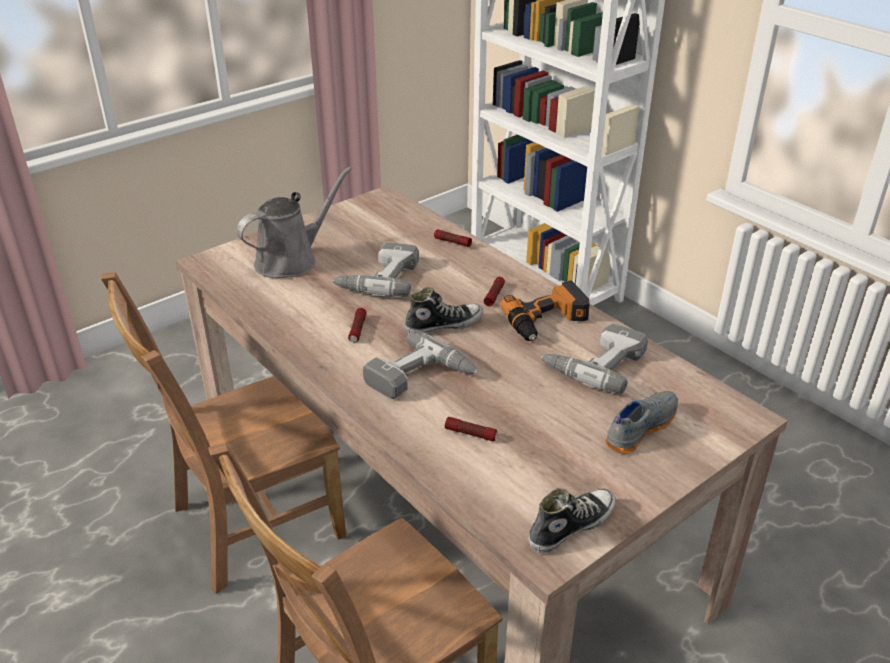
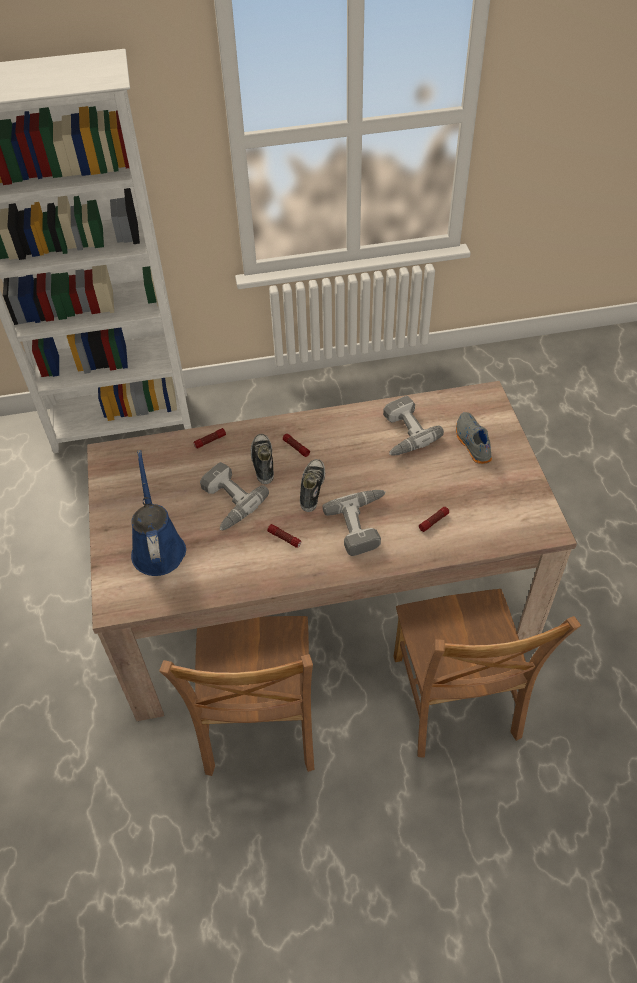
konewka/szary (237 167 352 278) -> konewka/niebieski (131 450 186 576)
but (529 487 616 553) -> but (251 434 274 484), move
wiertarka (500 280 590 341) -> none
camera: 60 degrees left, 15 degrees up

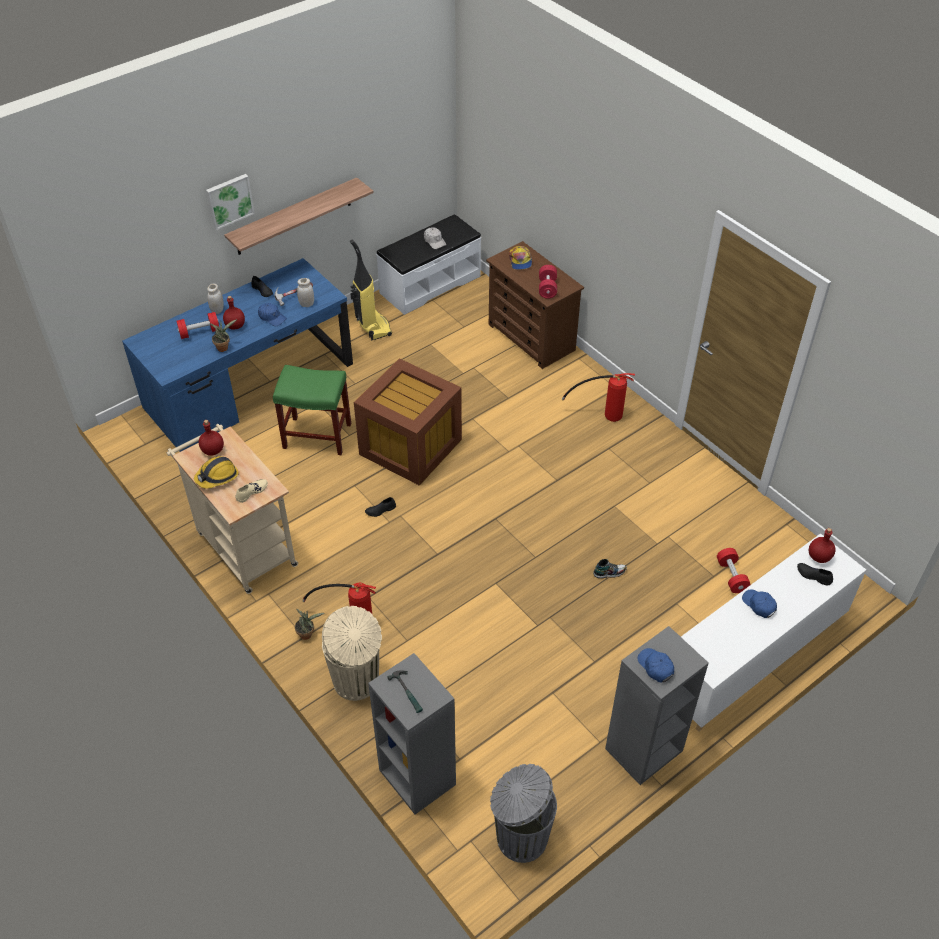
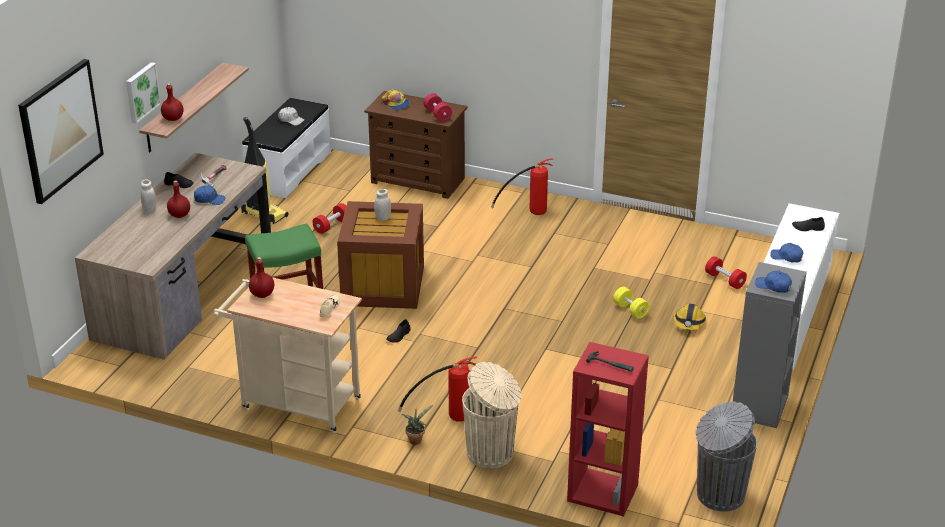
none -> obraz (18 59 104 204)
biurko/niebieski (122 258 353 452) -> biurko/brązowy (75 153 271 360)
butelka/czerwony (809 528 835 563) -> butelka/czerwony (161 83 184 121), move
hantel/czerwony (177 312 219 339) -> hantel/czerwony (312 203 346 234), move
słoik/biały (297 278 314 307) -> słoik/biały (374 189 391 221), move
regał/szary (368 653 456 814) -> regał/czerwony (567 342 649 516)
but (593 559 627 578) -> hantel/żółty (613 287 650 319)
kask (194 456 239 489) -> kask (673 304 707 330), move
roślina doniczkowa (210 319 237 352) -> none
camera: 30 degrees left, 15 degrees down

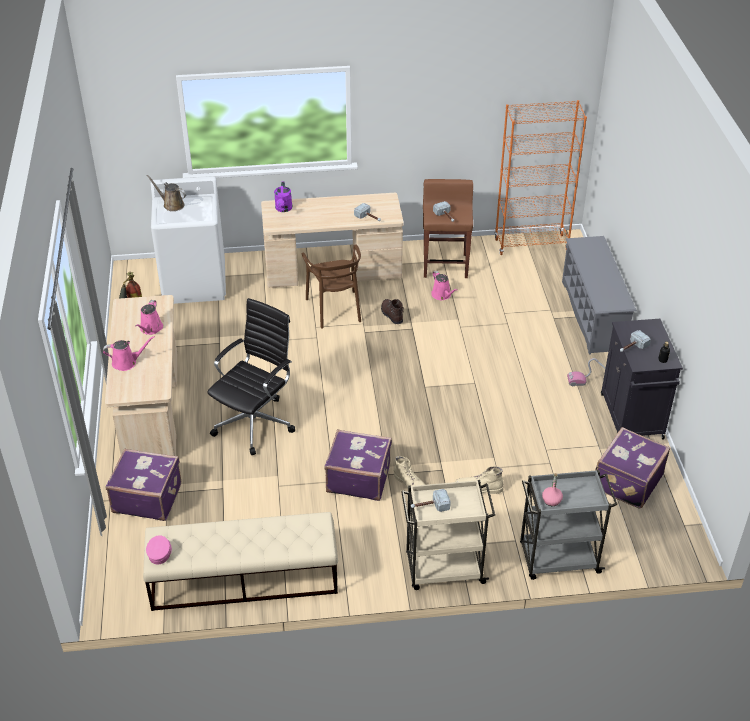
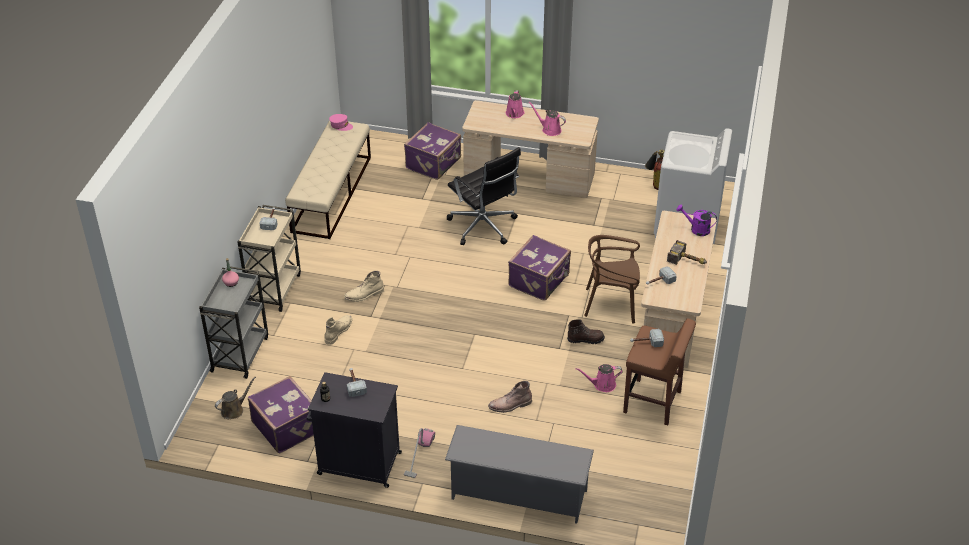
konewka/brązowy (146 175 186 211) -> konewka/brązowy (215 377 256 419), move
none -> but z cholewką/brązowy (488 381 532 413)
walizka/fioletowy (324 429 392 501) -> walizka/fioletowy (508 235 571 301), move
none -> młotek (667 240 707 265)
regał/pomarańczowy (495 100 587 255) -> none
camera: 110 degrees right, 0 degrees up

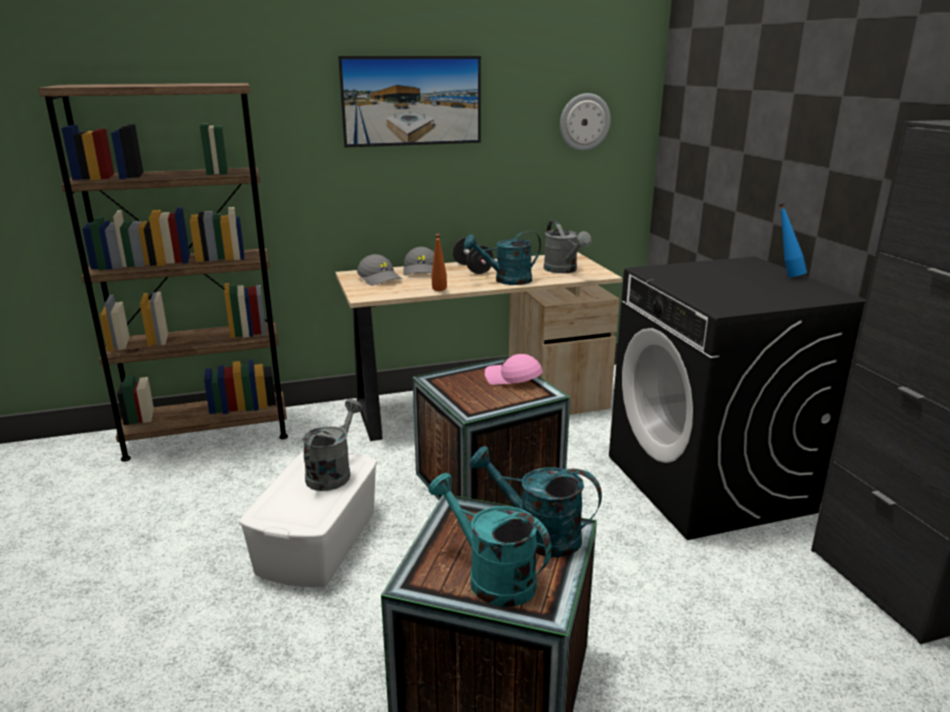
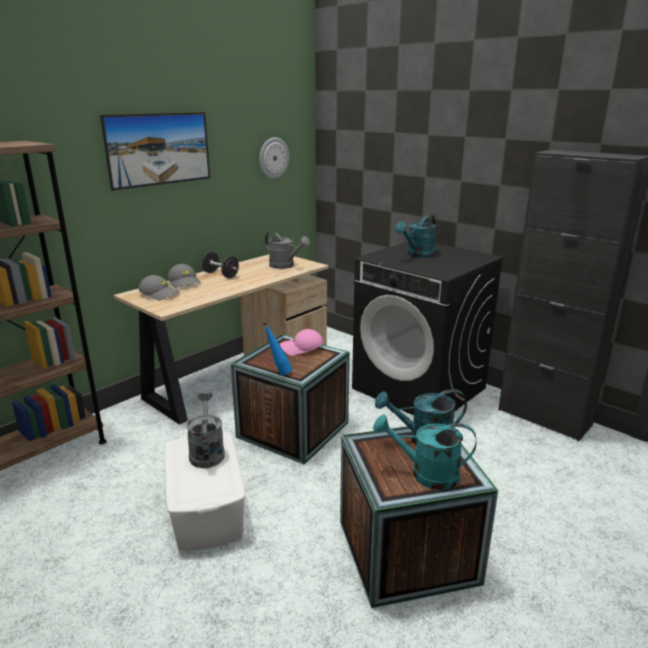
butelka/niebieski (779 203 807 277) -> butelka/niebieski (263 322 292 375), move
konewka/turkusowy (464 231 541 285) -> konewka/turkusowy (395 215 436 258), move
butelka/pomarańczowy (431 233 447 291) -> none
camera: 30 degrees left, 0 degrees up

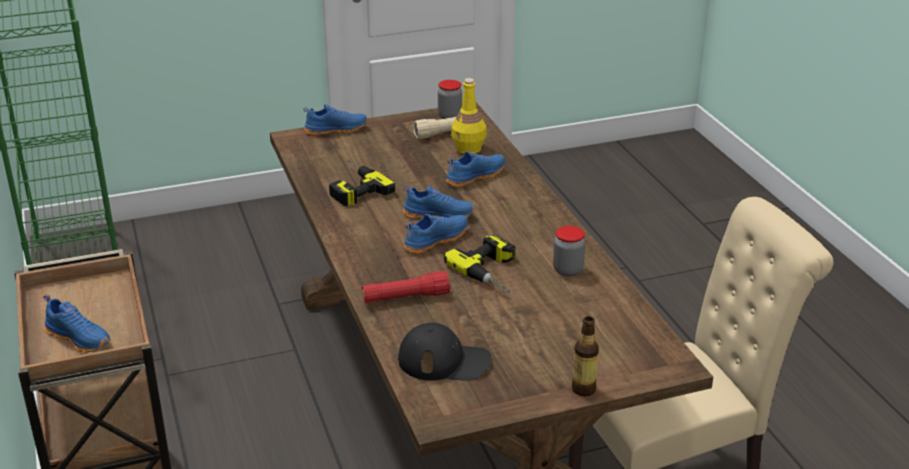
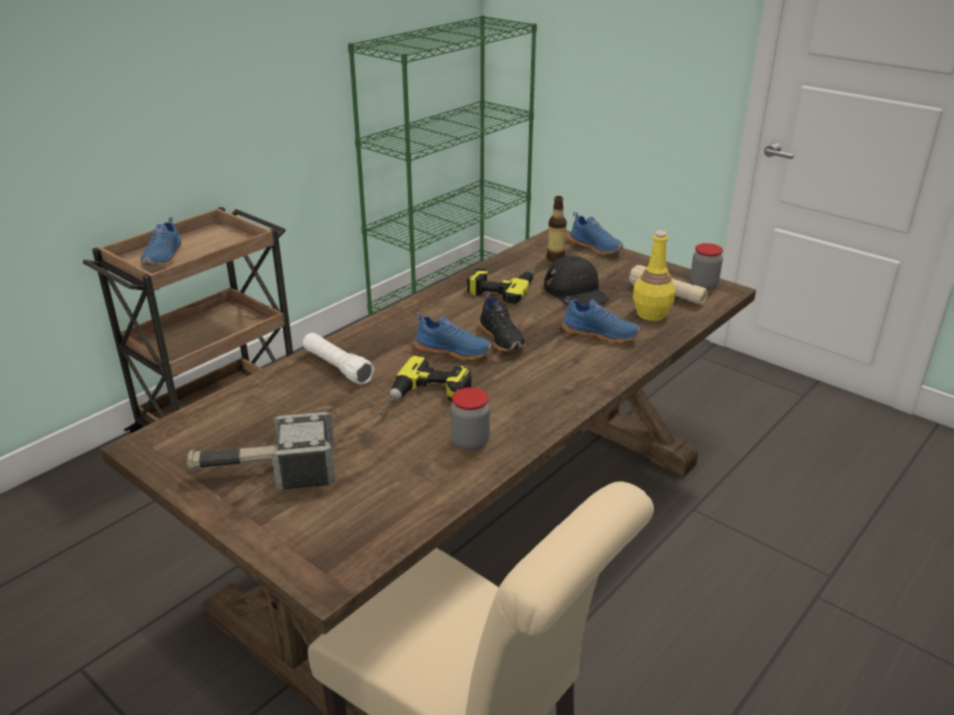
none -> młotek (187 412 335 490)
latarka/czerwony (362 271 451 303) -> latarka/biały (303 333 375 385)
but/niebieski (403 185 474 218) -> but/czarny (479 292 525 351)
czapka z daszkiem/czarny (398 323 492 381) -> czapka z daszkiem/czarny (544 256 609 306), move
butelka (572 316 599 396) -> butelka (547 196 567 262), move
camera: 60 degrees right, 0 degrees up

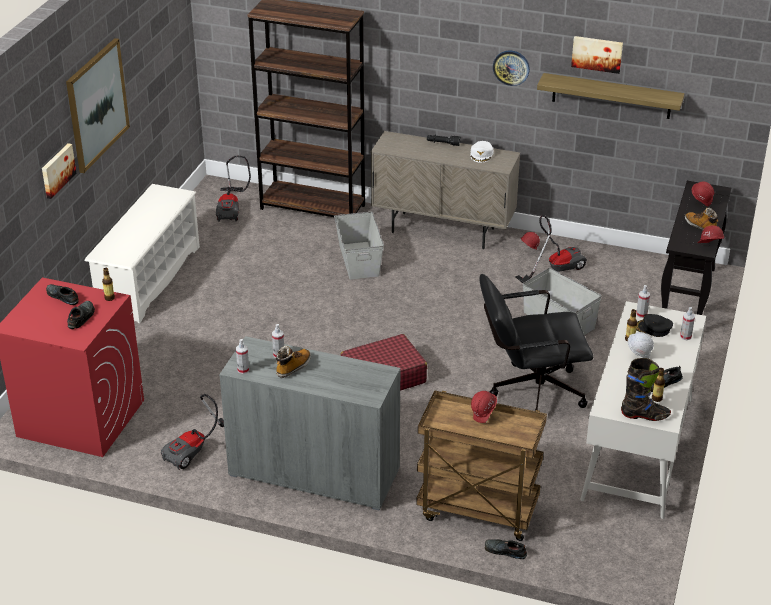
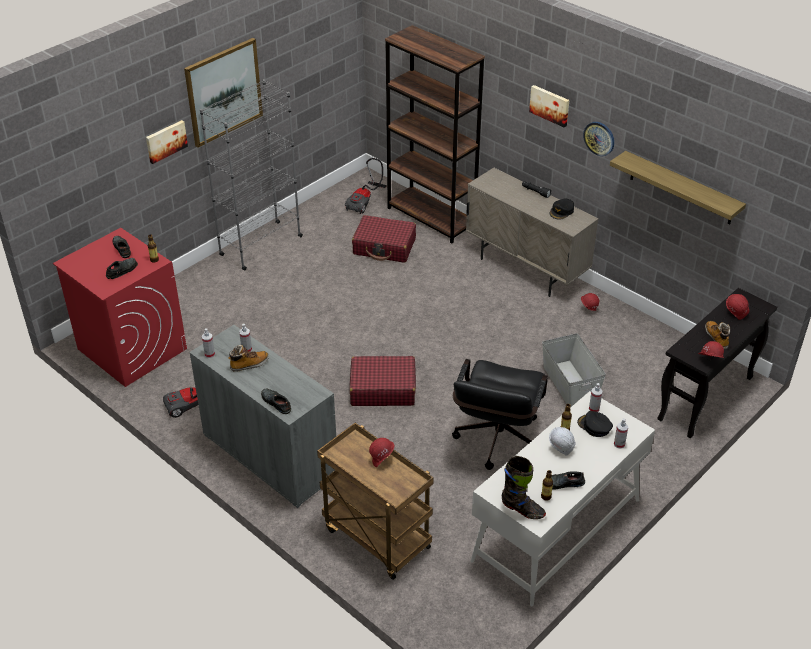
regał na buty/biały (85 184 200 323) -> regał/szary (200 79 303 271)
but/czarny (485 539 527 559) -> but/czarny (261 388 291 414), move
none -> walizka/czerwony (352 215 416 263)
krzesło biurowe/czarny (479 274 593 411) -> krzesło biurowe/czarny (452 359 548 470), 90 degrees counterclockwise
obraz (571 36 623 74) -> obraz (529 85 569 127), move
czapka z daszkiem/biały (470 141 494 163) -> czapka z daszkiem/czarny (549 198 574 220)
pojemnik do przechowywania/szary (334 212 384 280) -> none
odkurzacz (515 215 587 283) -> none
camera: 25 degrees right, 5 degrees up

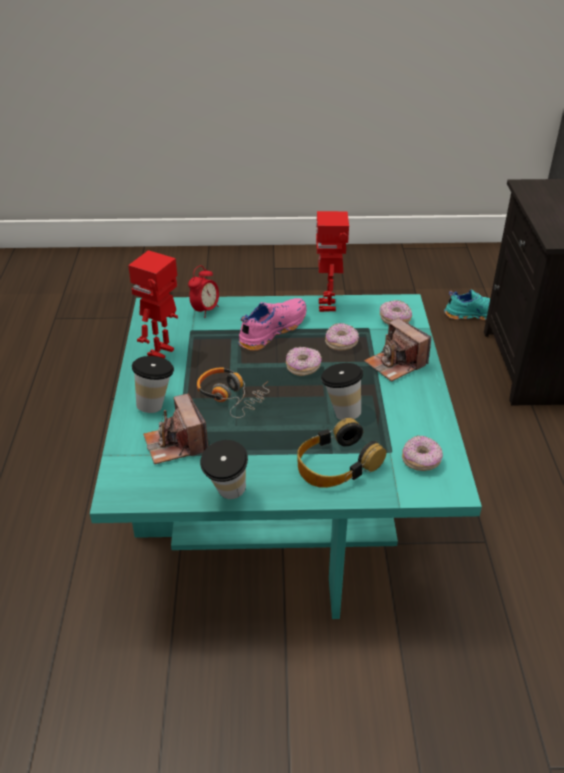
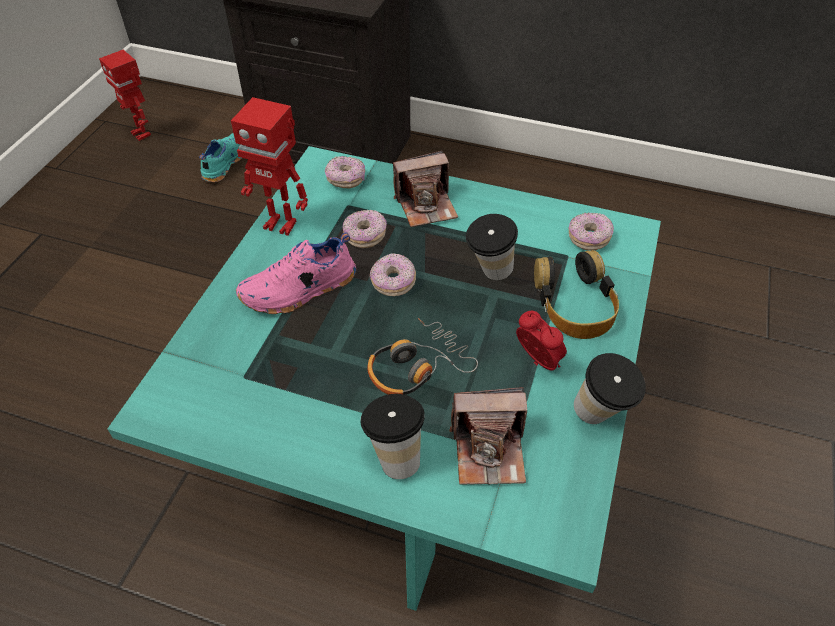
robot zabawkowy (128 250 178 359) -> robot zabawkowy (99 50 151 141), move
but/różowy (238 298 306 351) -> but/różowy (236 233 356 314), 90 degrees counterclockwise
budzik (188 265 219 318) -> budzik (516 311 567 371), move
camera: 70 degrees left, 10 degrees up

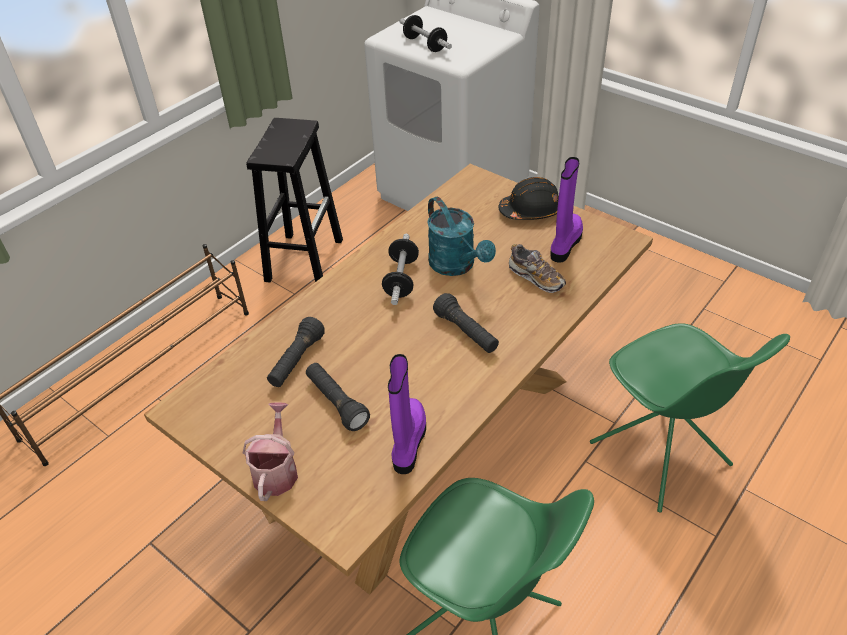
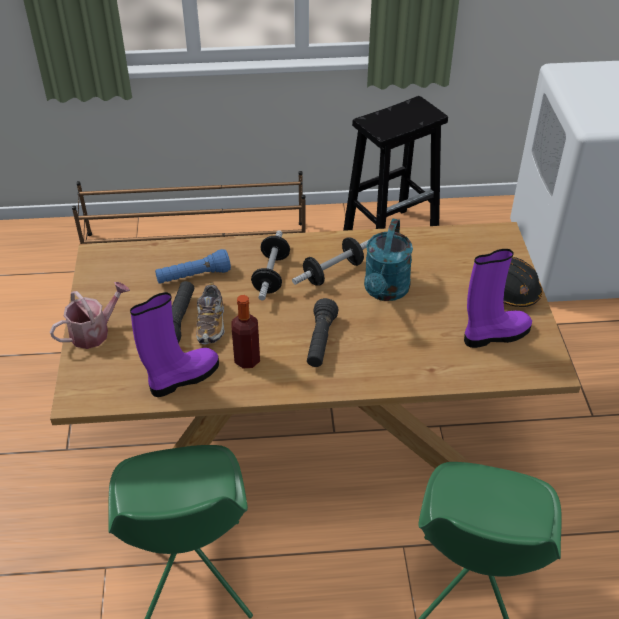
latarka/czarny (267 317 325 387) -> latarka/niebieski (155 249 231 284)
but (509 244 566 293) -> but (196 283 224 344), move
none -> butelka (231 295 260 369)
hantel (399 15 452 52) -> hantel (251 230 290 300), move
camera: 45 degrees right, 0 degrees up

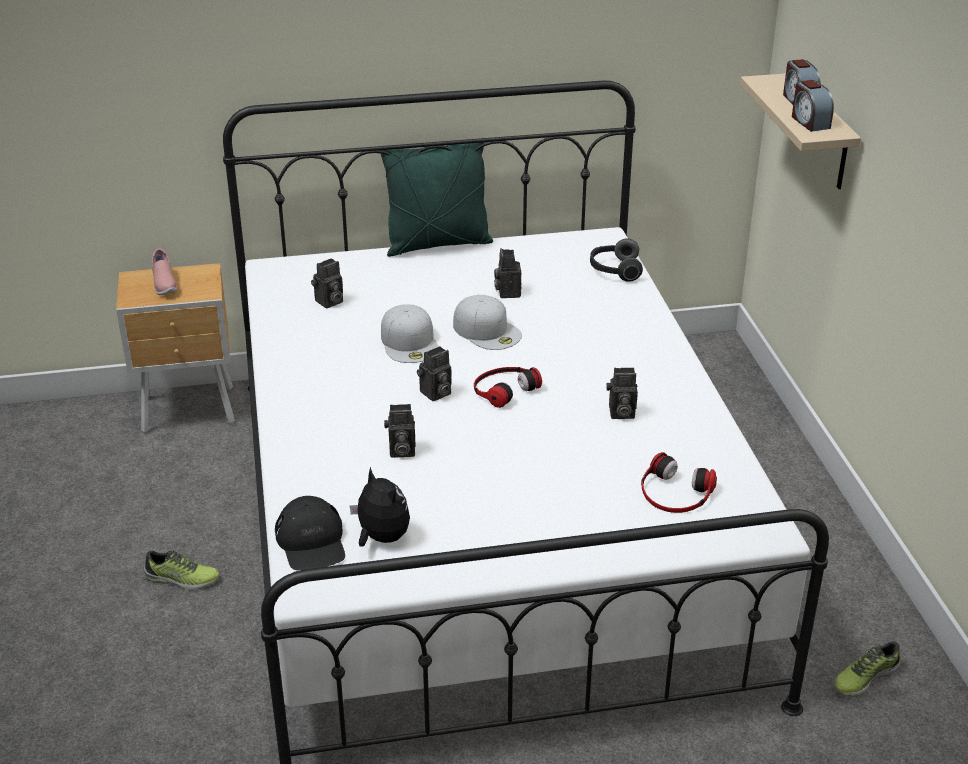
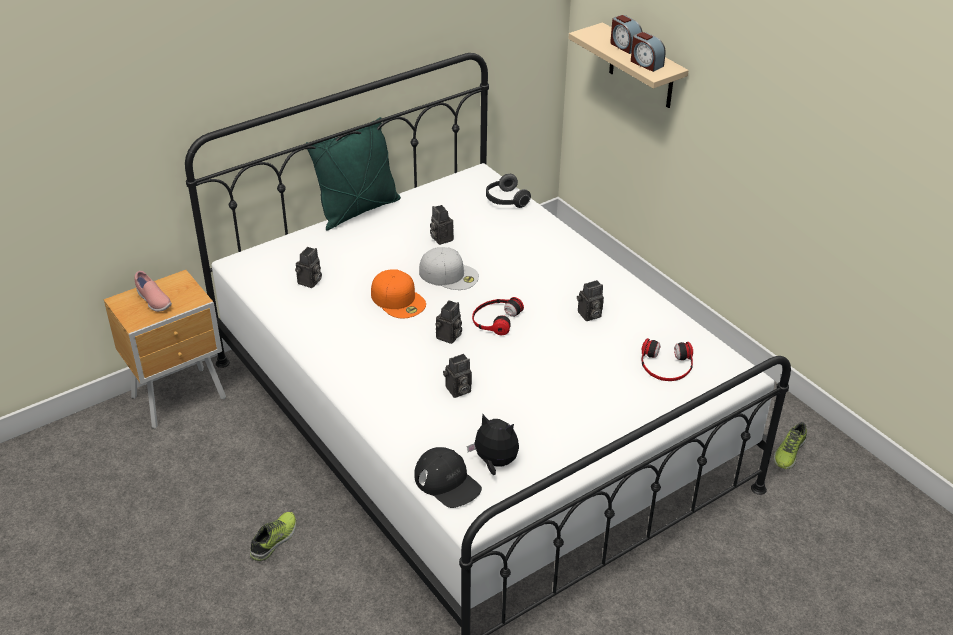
but (144 550 219 590) -> but (250 512 296 561), 45 degrees counterclockwise
czapka z daszkiem/biały (381 304 438 363) -> czapka z daszkiem/pomarańczowy (371 269 426 319)
camera: 25 degrees left, 5 degrees up

